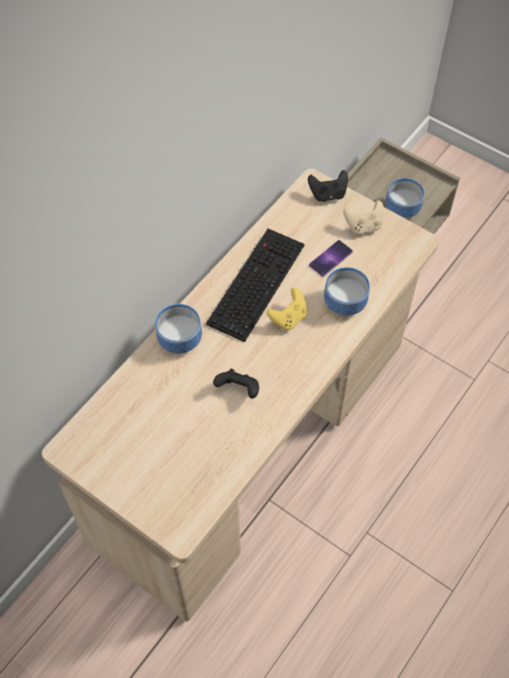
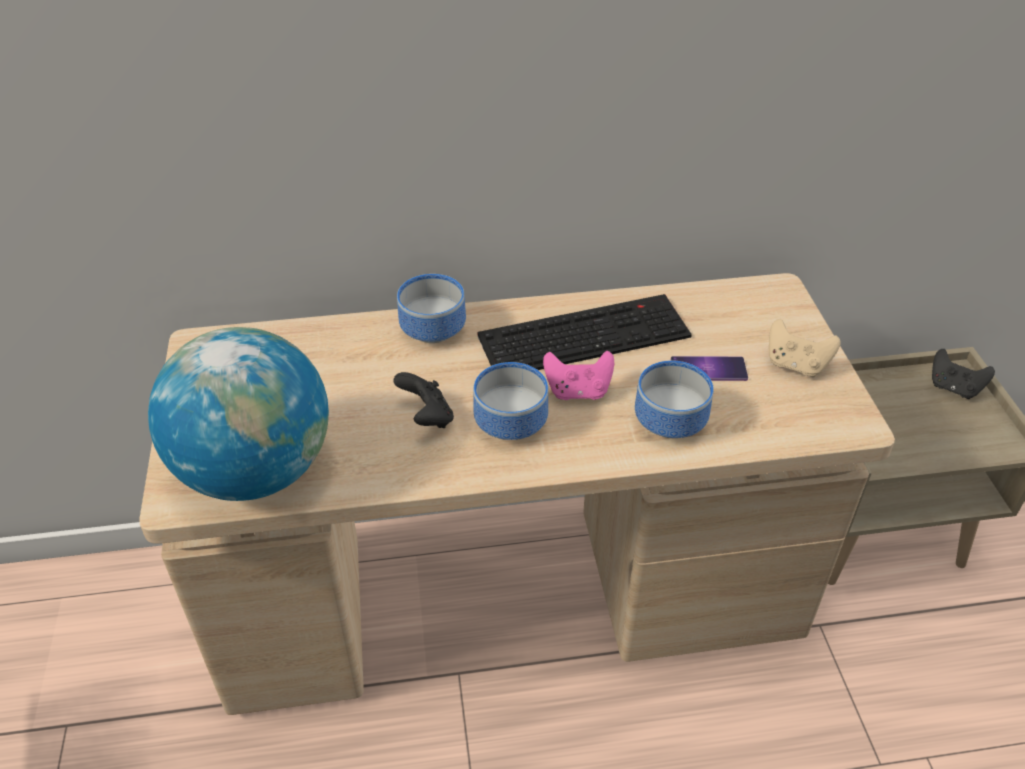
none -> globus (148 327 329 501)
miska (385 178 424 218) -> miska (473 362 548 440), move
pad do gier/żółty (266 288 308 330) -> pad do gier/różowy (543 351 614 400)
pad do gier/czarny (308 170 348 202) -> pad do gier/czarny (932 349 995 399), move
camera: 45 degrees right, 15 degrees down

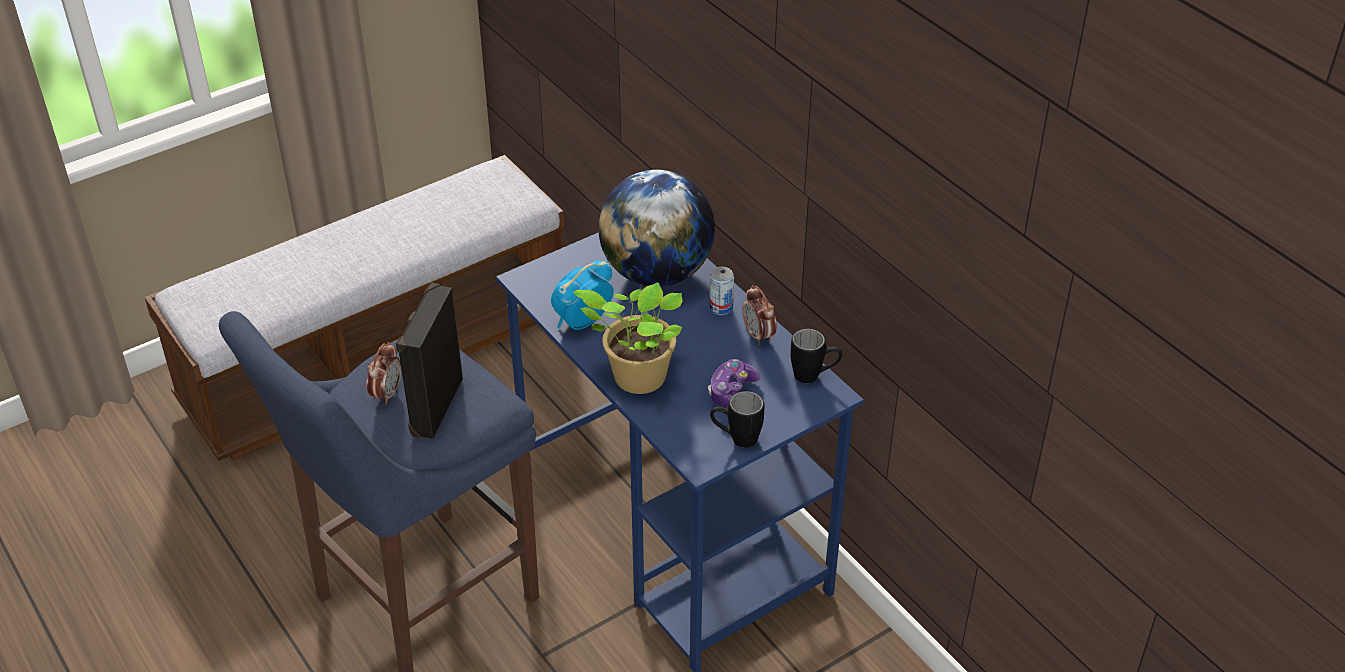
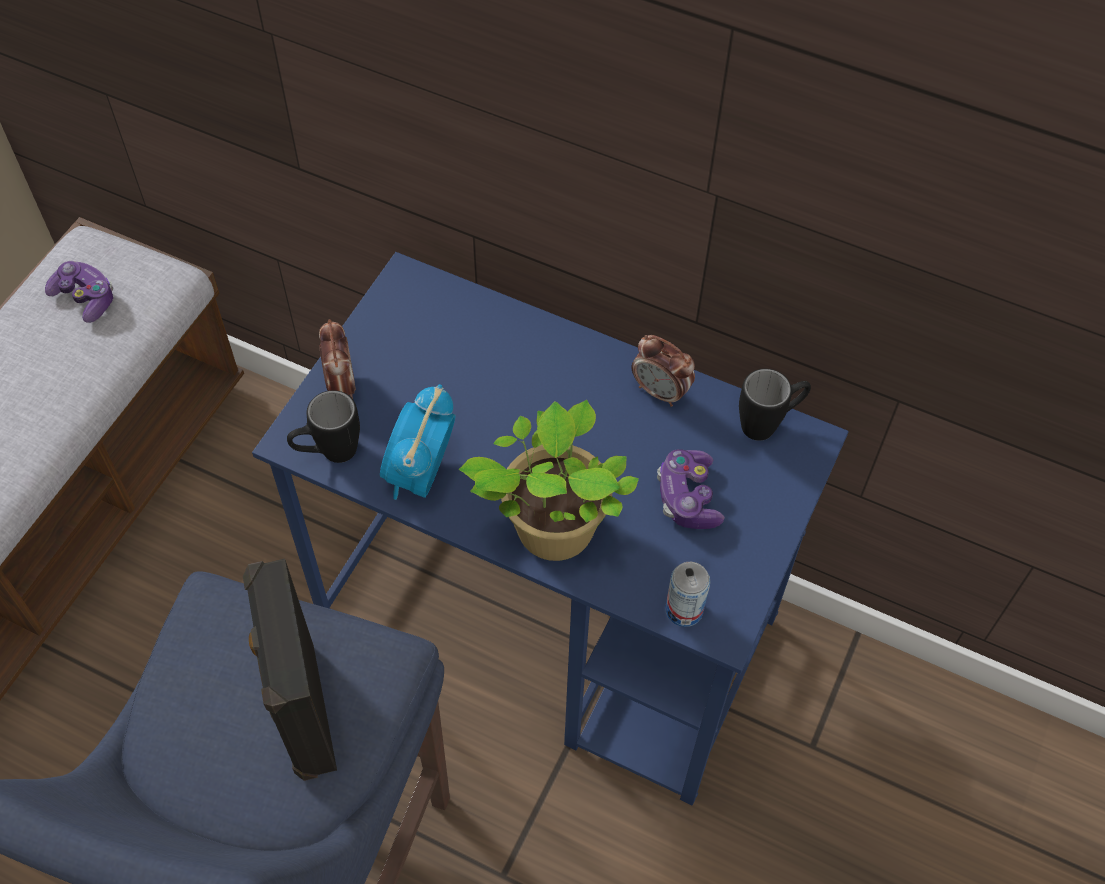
none -> pad do gier (45 261 113 323)
kubek/czarny (710 391 765 448) -> kubek/czarny (287 390 360 463), move
budzik (367 342 401 405) -> budzik (319 319 356 399), move
puszka (709 267 734 315) -> puszka (665 562 710 627), move
globus (598 170 715 287) -> none
camera: 30 degrees left, 15 degrees up

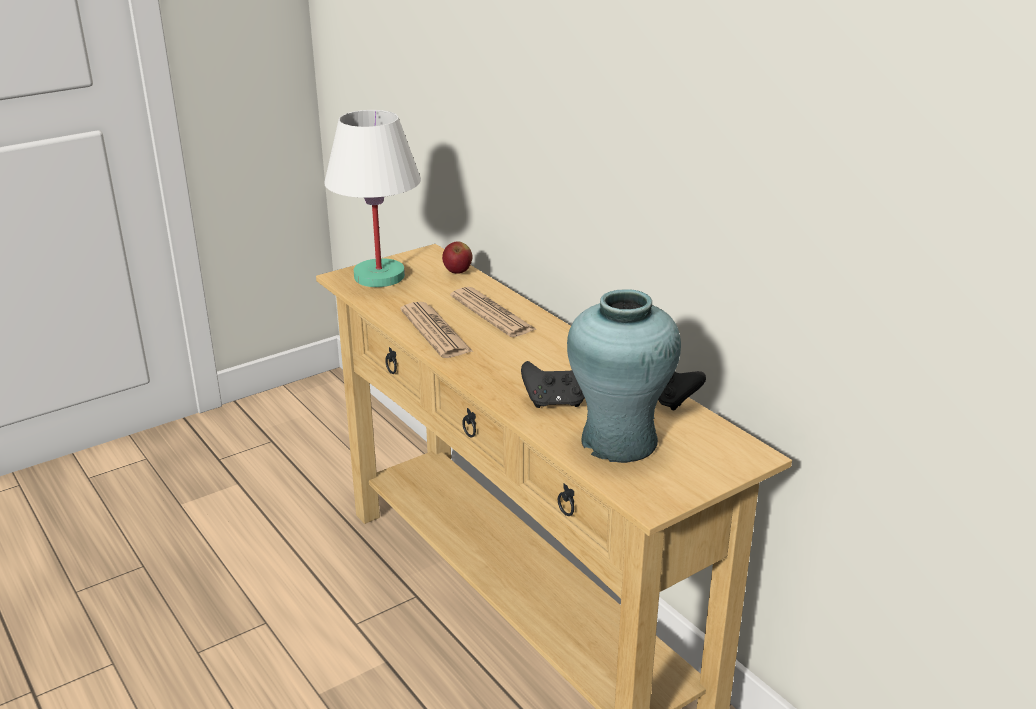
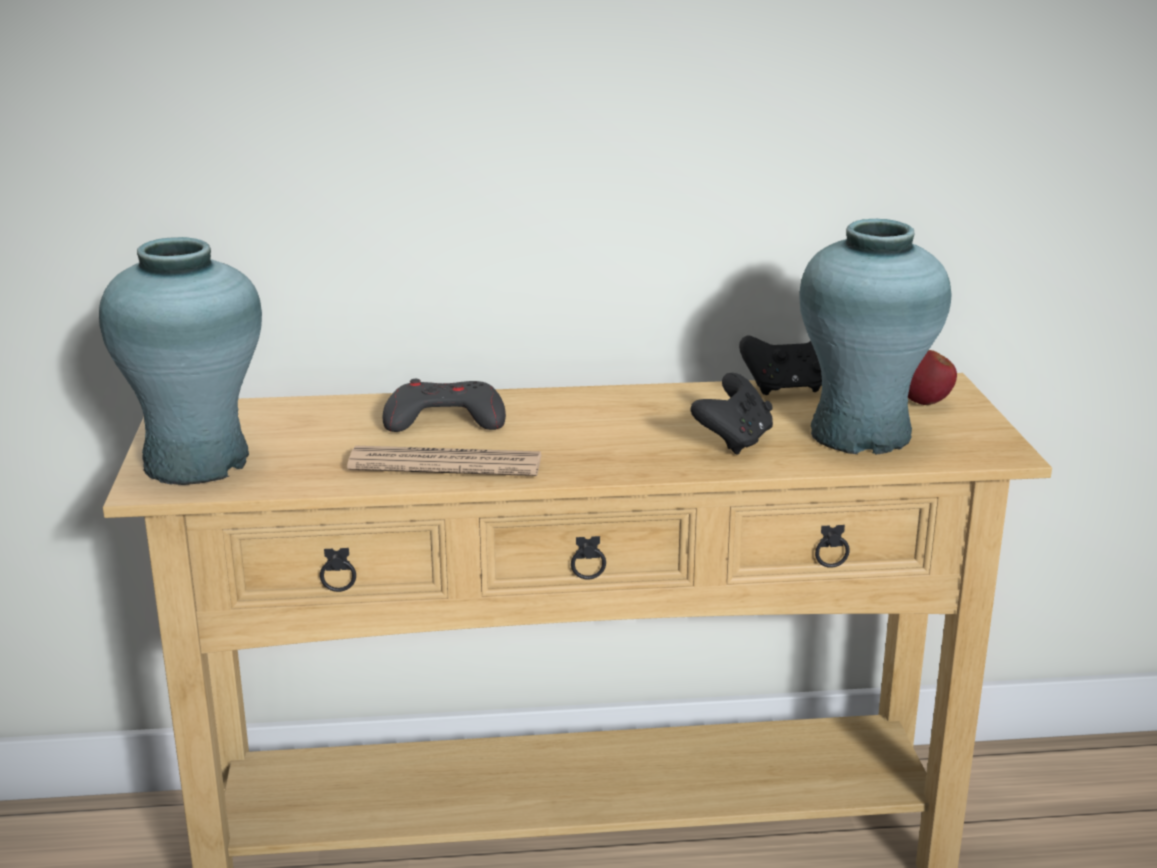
lampa stołowa/biały (324 110 421 287) -> wazon/turkusowy (99 237 262 485)
gazeta (450 287 537 337) -> pad do gier/szary (382 379 506 432)
jabłko (442 241 472 274) -> jabłko (908 350 957 405), move
camera: 60 degrees left, 5 degrees down

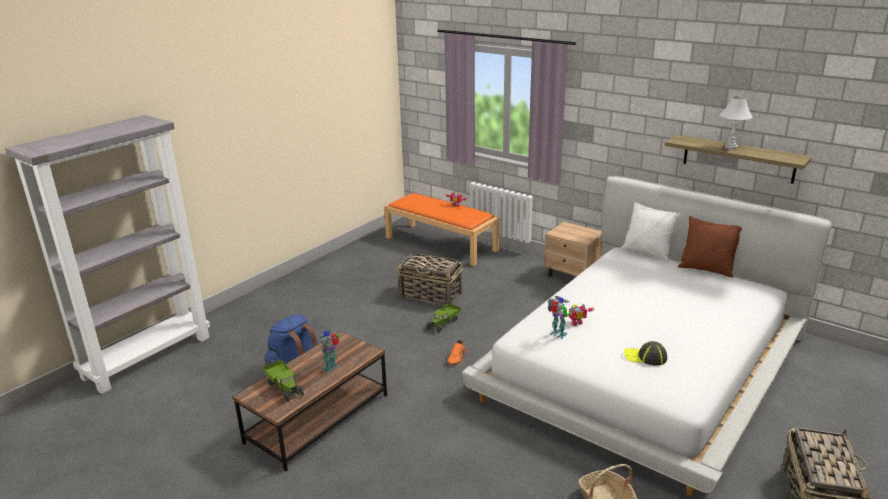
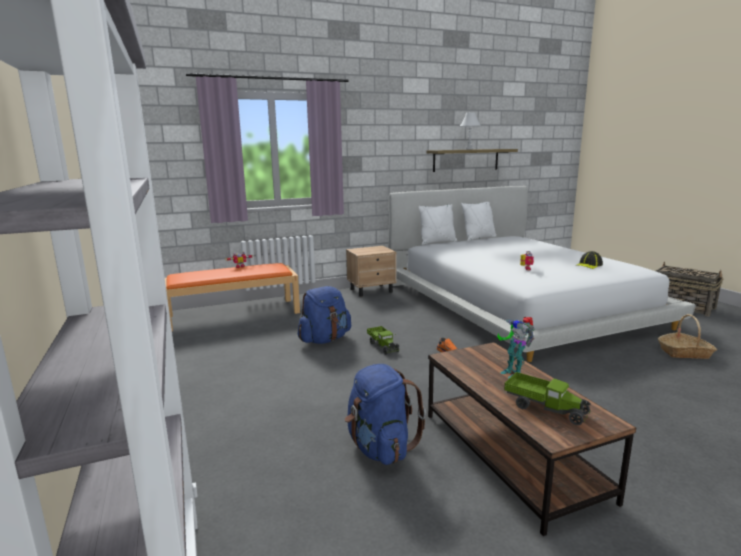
koszyk (397 253 463 306) -> plecak/niebieski (298 286 351 344)
poduszka/brązowy (678 216 742 277) -> poduszka/biały (461 201 496 241)
ciężarówka zabawkowa (263 360 304 402) -> ciężarówka zabawkowa (504 372 591 425), 45 degrees clockwise
robot zabawkowy (548 296 573 339) -> none
camera: 60 degrees left, 10 degrees down

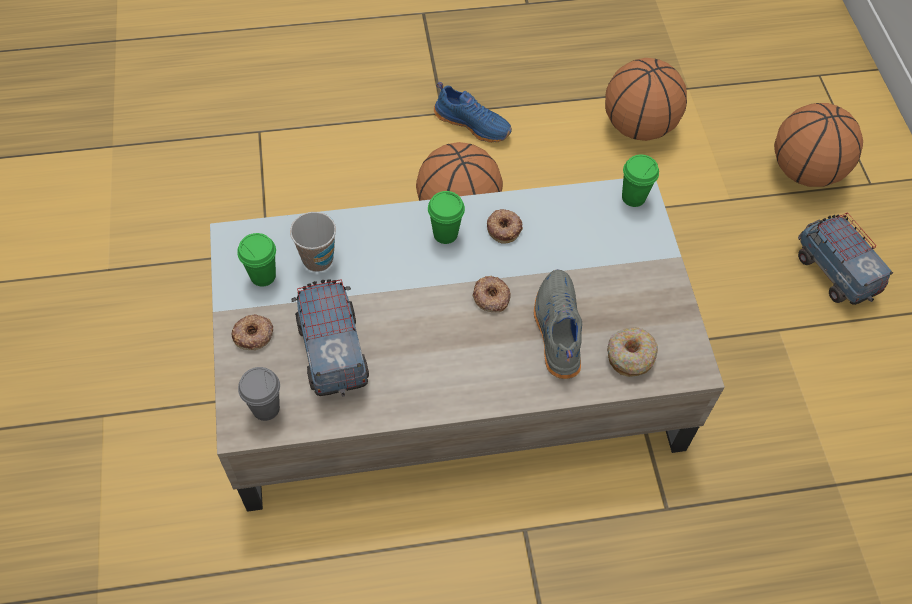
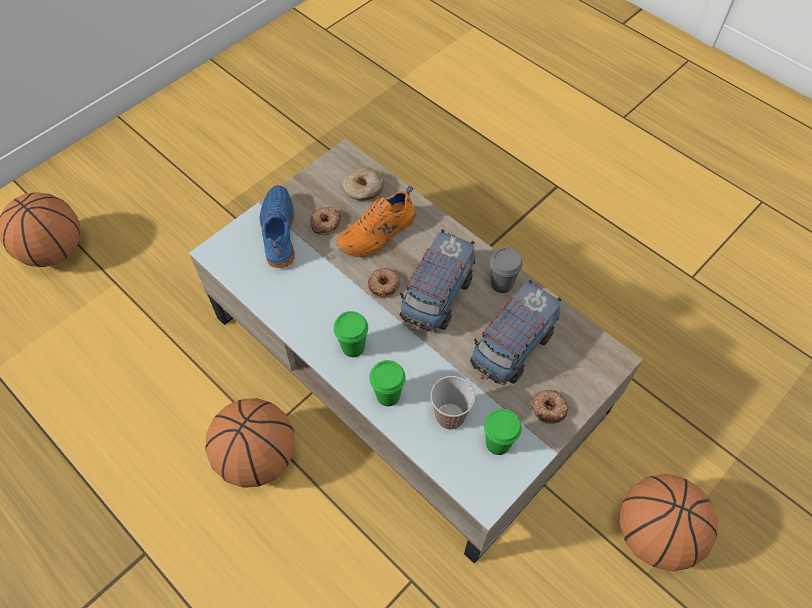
but/niebieski (434 82 512 143) -> but/niebieski (259 185 295 268), move
donut (487 209 523 244) -> donut (310 207 341 235), move
but/szary (534 269 582 379) -> but/pomarańczowy (336 186 416 257)
filiżanka/zielony (622 154 659 207) -> filiżanka/zielony (369 360 406 406), move
ciężarówka zabawkowa (798 212 893 305) -> ciężarówka zabawkowa (400 229 476 332), move
filiżanka/szary (238 367 280 421) -> filiżanka/szary (490 247 523 293), move
piłka do koszykówki (605 58 687 141) -> piłka do koszykówki (619 474 718 571), move
camera: 125 degrees left, 0 degrees up

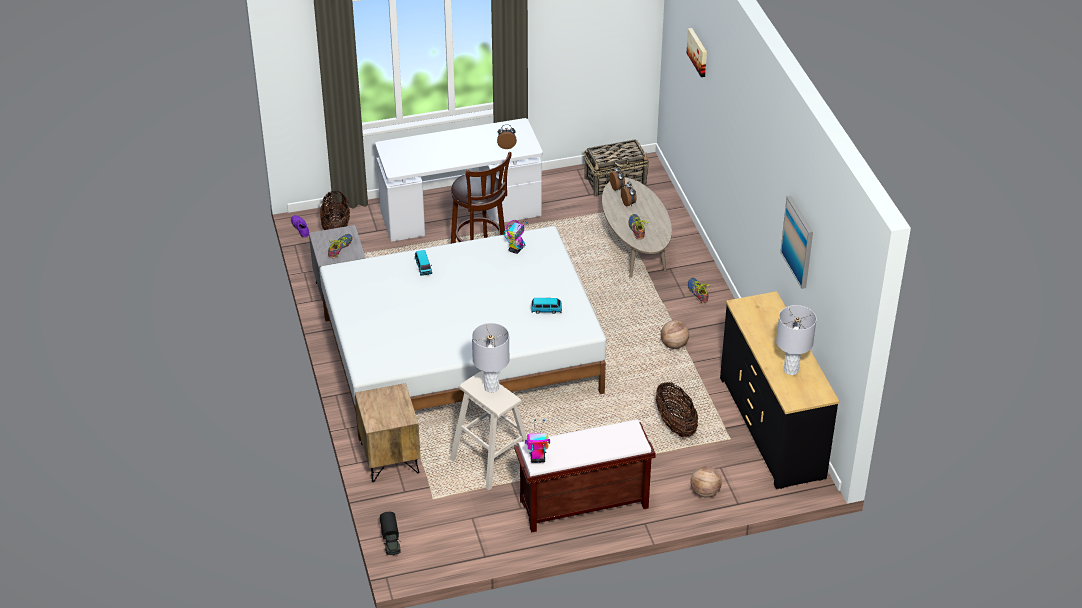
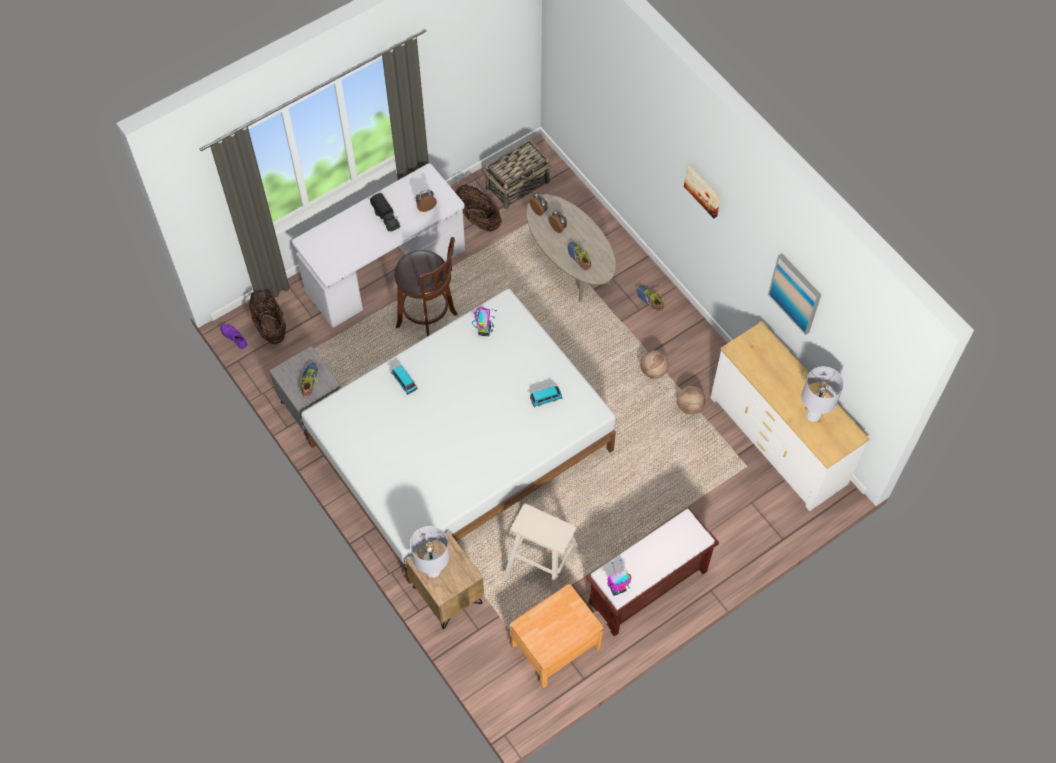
ciężarówka zabawkowa (380 512 401 555) -> ciężarówka zabawkowa (370 193 400 232), move
lampa stołowa/szary (472 323 510 393) -> lampa stołowa/szary (410 526 450 578), move
koszyk (656 382 698 437) -> koszyk (455 184 502 232), move
none -> szafka nocna/brązowy (511 584 603 688)
piłka do koszykówki (690 466 722 497) -> piłka do koszykówki (677 386 706 415), move
obraz (687 28 707 77) -> obraz (684 166 721 218), move
komoda/czarny (720 291 839 489) -> komoda/biały (711 321 870 511)
camera: 20 degrees left, 20 degrees up

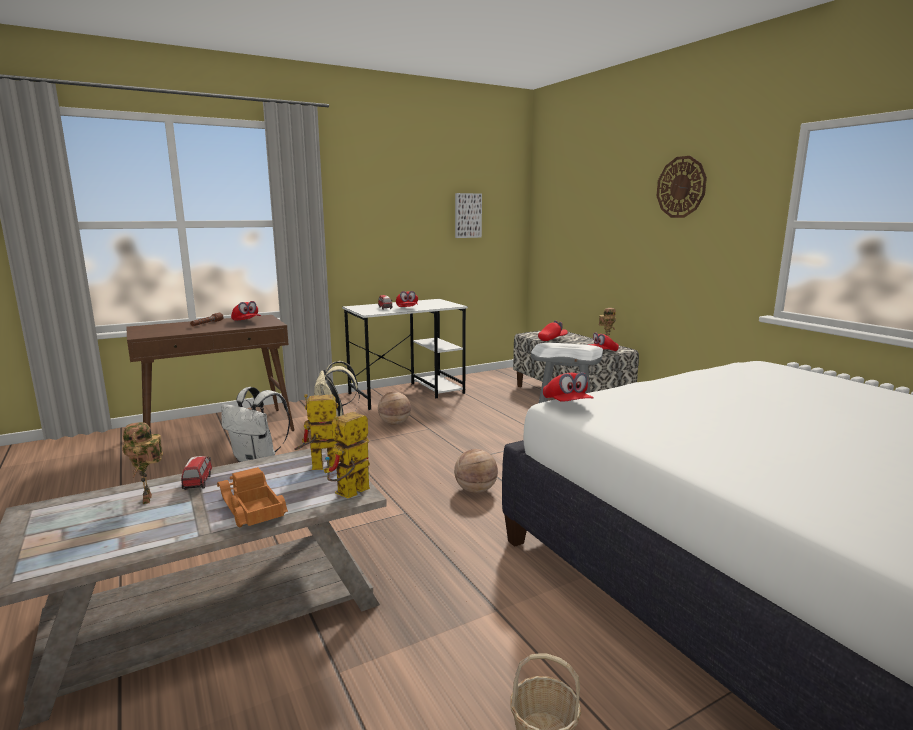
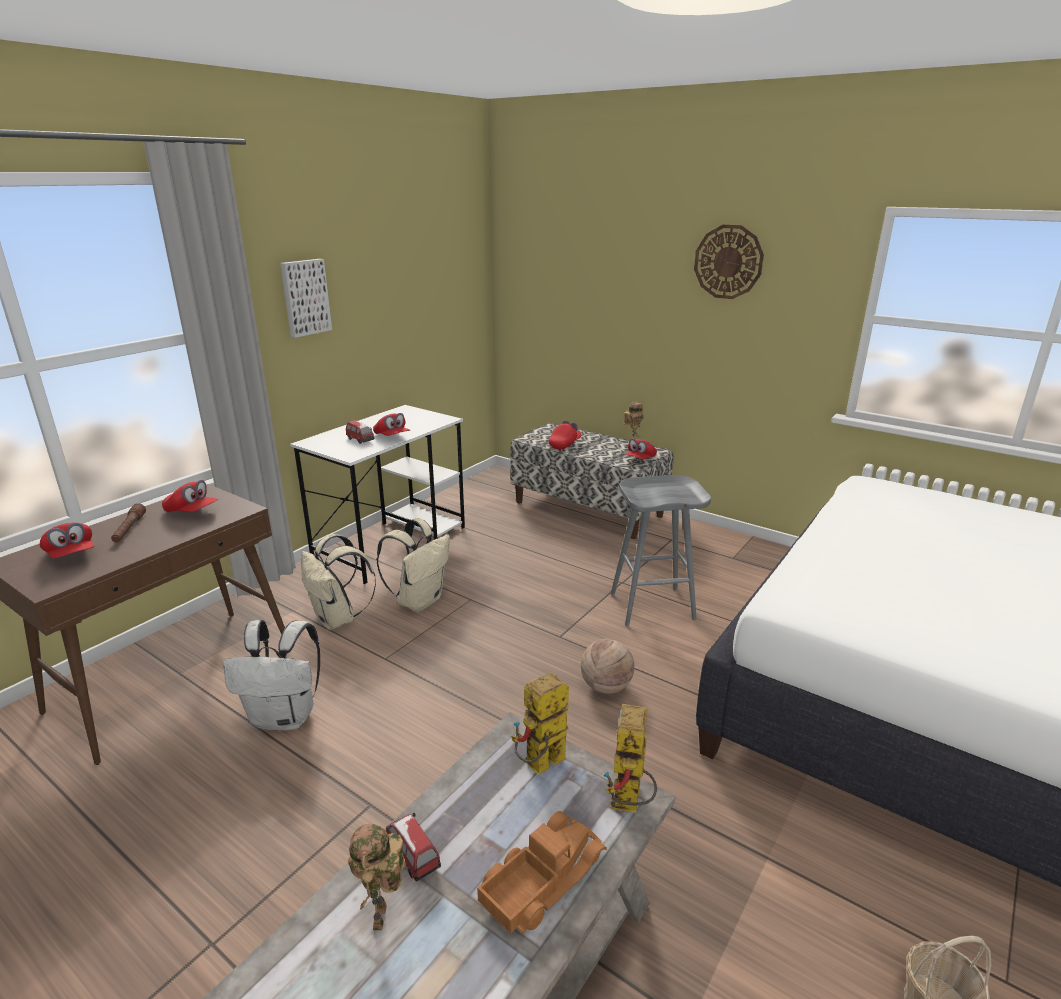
czapka z daszkiem/czerwony (543 372 593 402) -> czapka z daszkiem/czerwony (40 523 94 559), move
obraz (455 193 482 238) -> obraz (280 259 332 338), move
robot zabawkowy (122 422 163 504) -> robot zabawkowy (348 824 405 930), 45 degrees clockwise
piłka do koszykówki (378 392 411 425) -> plecak/beżowy (376 518 450 612)
ciężarówka zabawkowa (217 467 288 527) -> ciężarówka zabawkowa (477 811 607 934), 105 degrees clockwise
camera: 25 degrees left, 10 degrees up

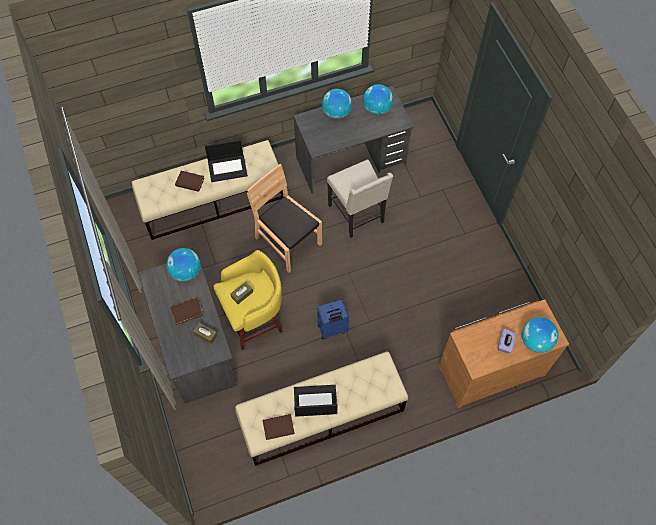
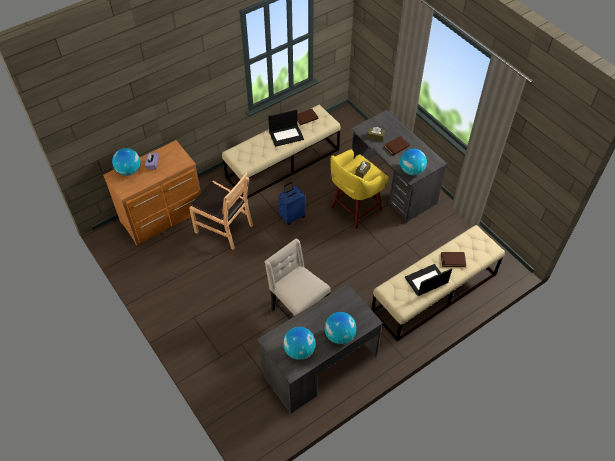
krzesło/brązowy (247 164 322 273) -> krzesło/brązowy (189 172 253 250), move
camera: 165 degrees right, 10 degrees down

